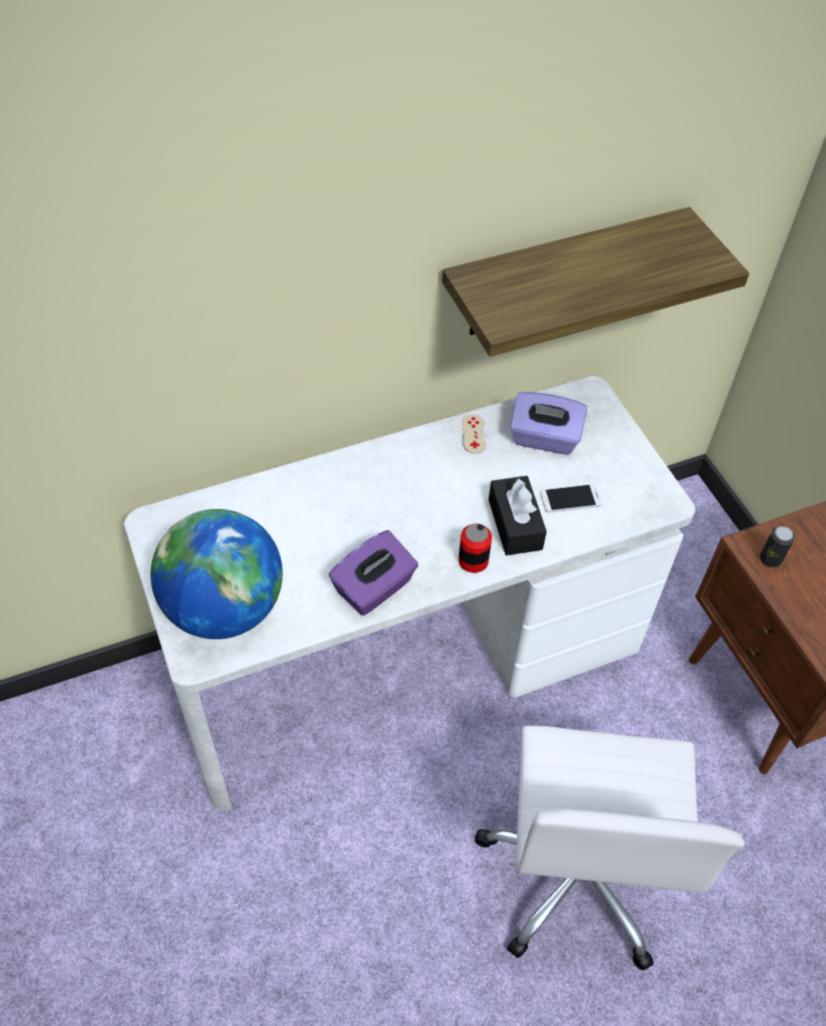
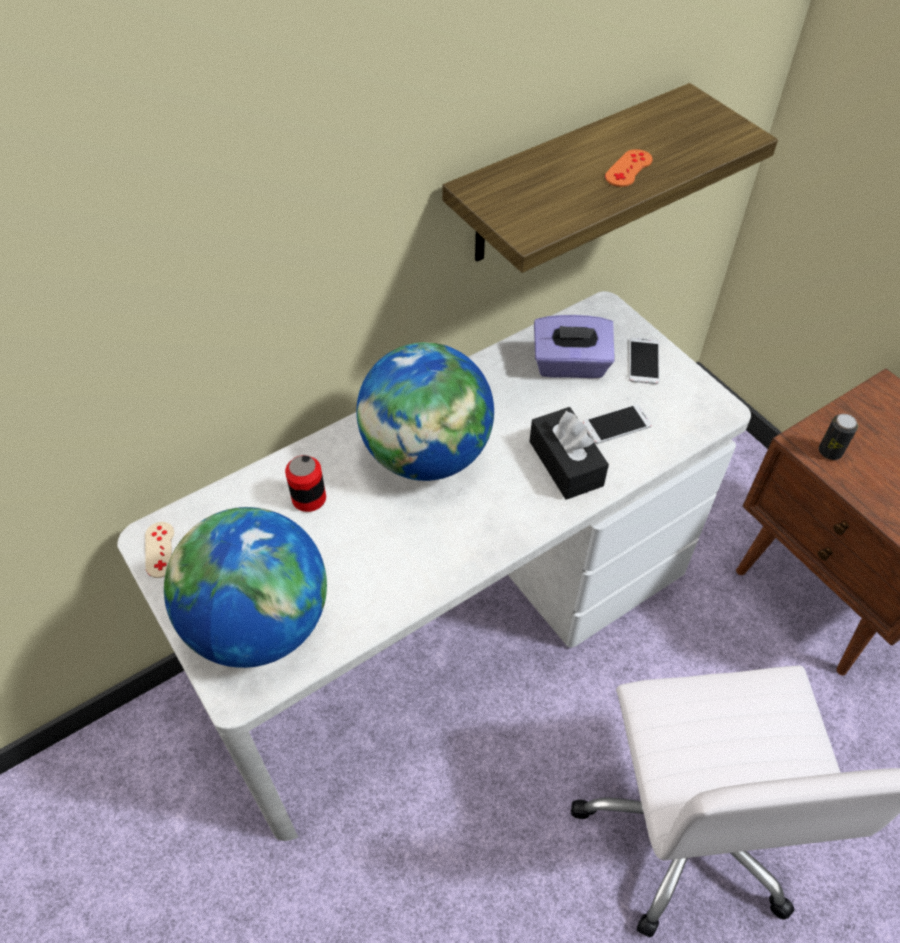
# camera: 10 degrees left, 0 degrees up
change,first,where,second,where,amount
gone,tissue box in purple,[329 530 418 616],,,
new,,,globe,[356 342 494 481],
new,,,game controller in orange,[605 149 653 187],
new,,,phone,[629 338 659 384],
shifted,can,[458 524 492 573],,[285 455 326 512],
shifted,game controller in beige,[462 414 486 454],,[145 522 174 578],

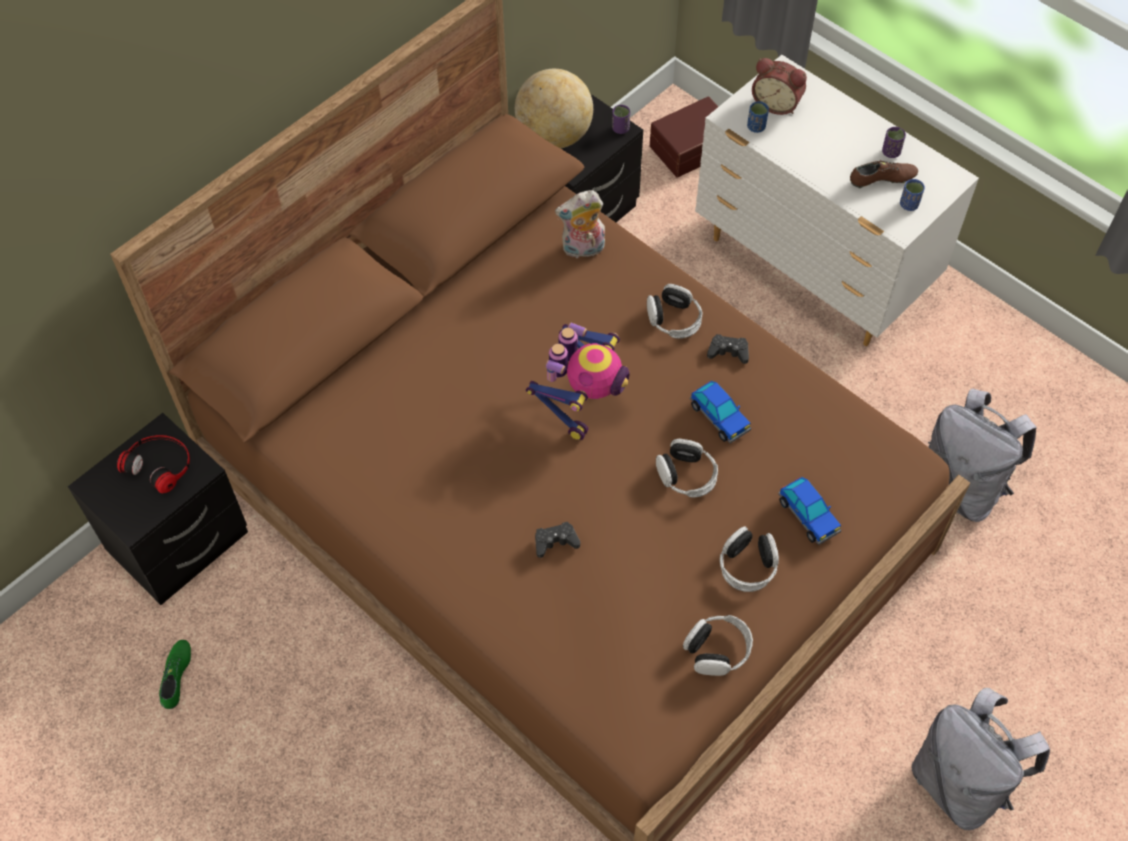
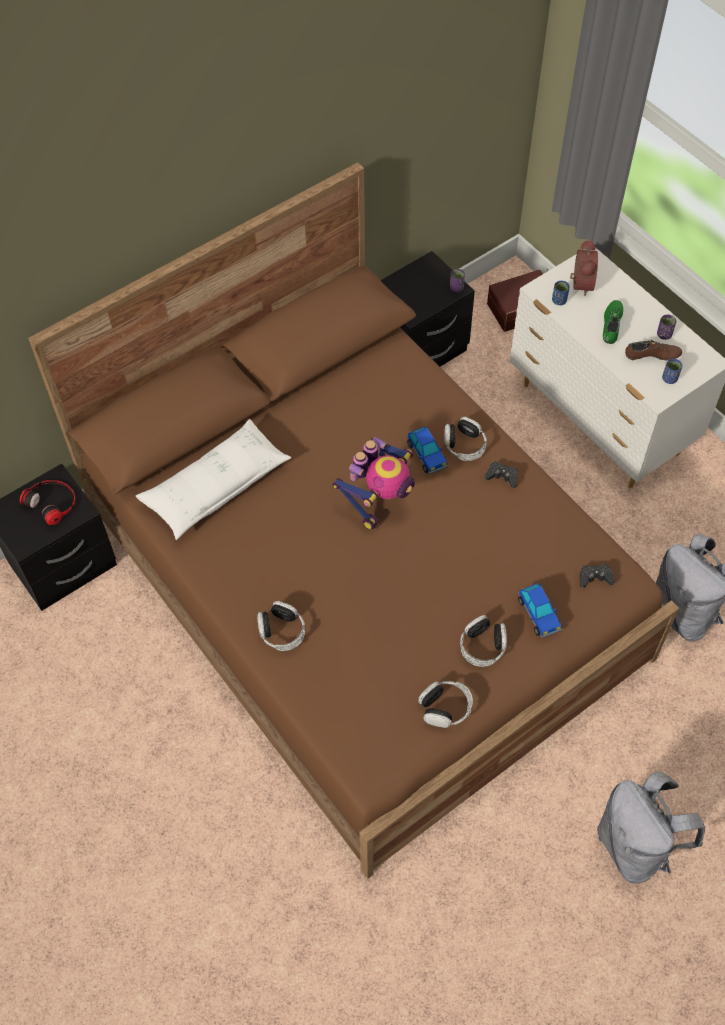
# camera: 10 degrees right, 0 degrees up
change,first,where,second,where,amount
gone,globe,[515 69 593 149],,,
gone,plush toy,[555 190 605 258],,,
new,,,pillow in white,[135 419 291 540],
shifted,shoe in green,[159 640 191 709],,[603 300 623 344],
shifted,game controller in black,[535 522 580 558],,[580 564 615 588],
shifted,headphones,[656 439 718 498],,[257 601 305 651],
shifted,toy car,[690 381 751 443],,[407 427 448 474],
rotated,alarm clock,[752 58 807 115],,[570 239 598 296],120 degrees counterclockwise

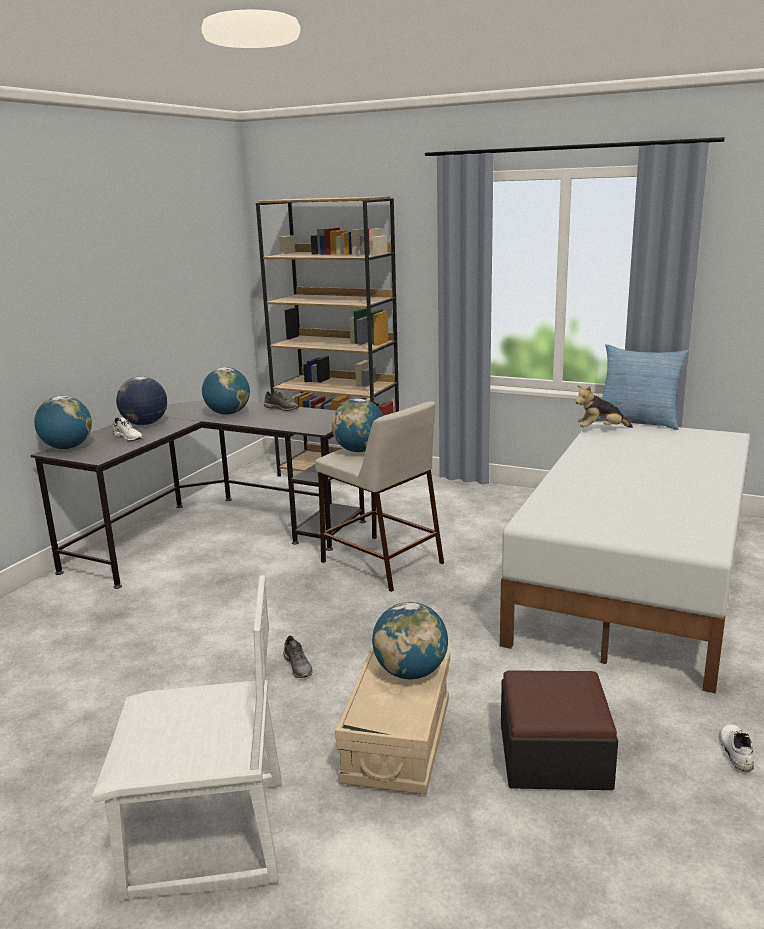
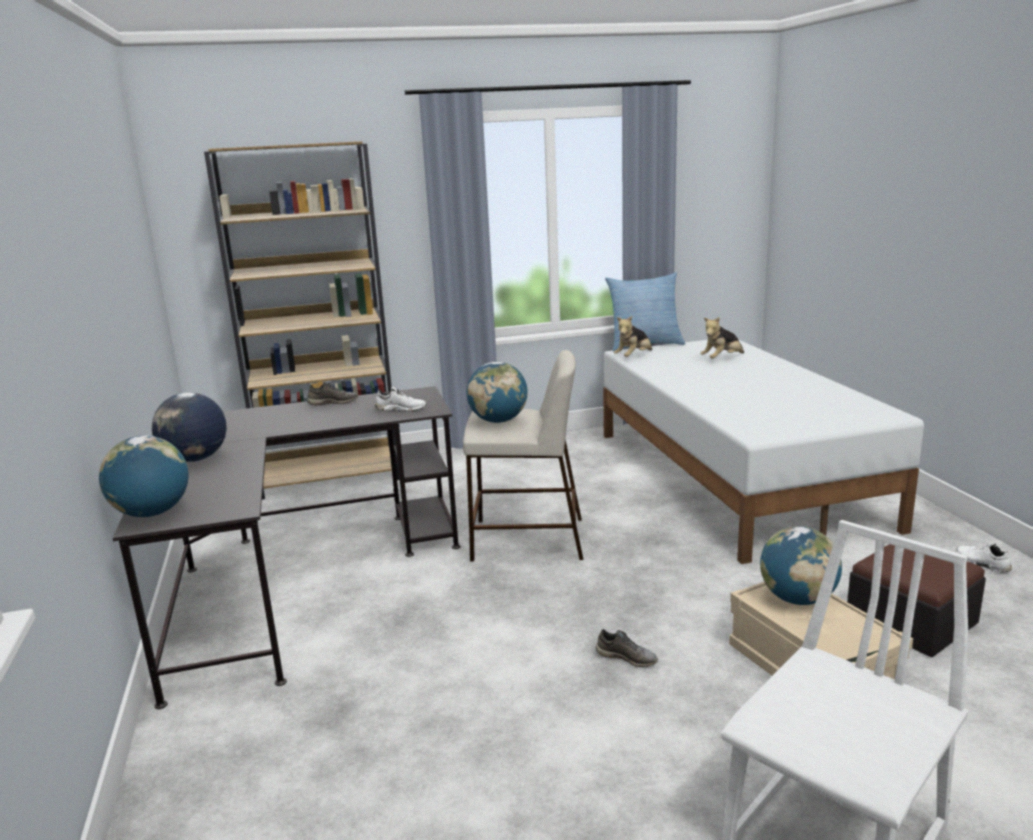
# camera: 40 degrees left, 0 degrees up
change,first,where,second,where,amount
gone,globe,[202 367 250 415],,,
new,,,plush toy,[700 317 744 359],
shifted,shoe in white,[112 417 143 441],,[375 387 427 411],

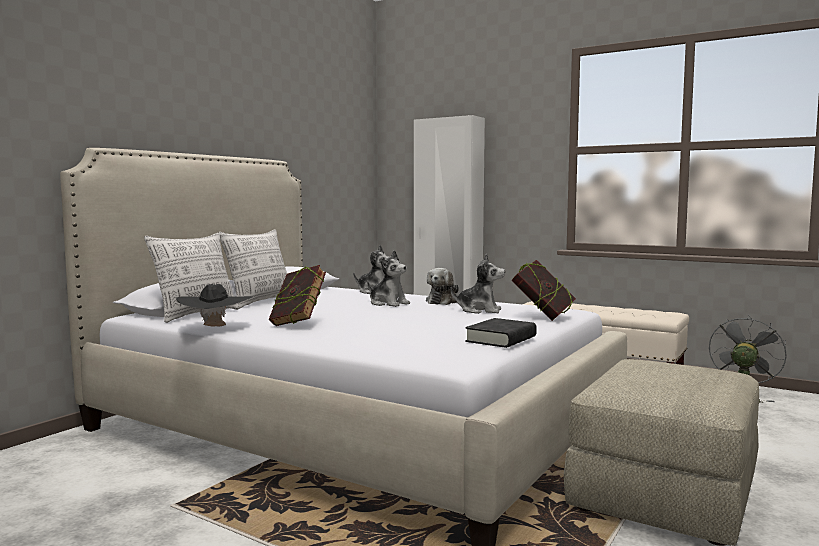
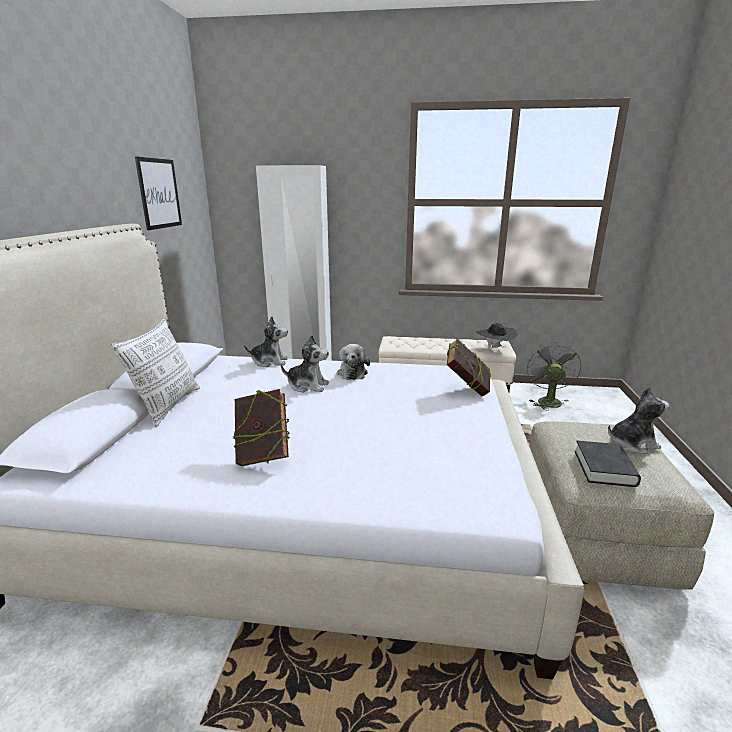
# camera: 25 degrees left, 15 degrees up
change,first,where,second,where,amount
gone,pillow,[144 233 239 323],,,
new,,,picture,[135 157 182 230],
shifted,hat in black,[176 284 252 327],,[476 323 518 348],
shifted,plush toy,[450 254 505 314],,[608 386 670 454],
shifted,book in black,[465 318 537 348],,[575 441 641 487],

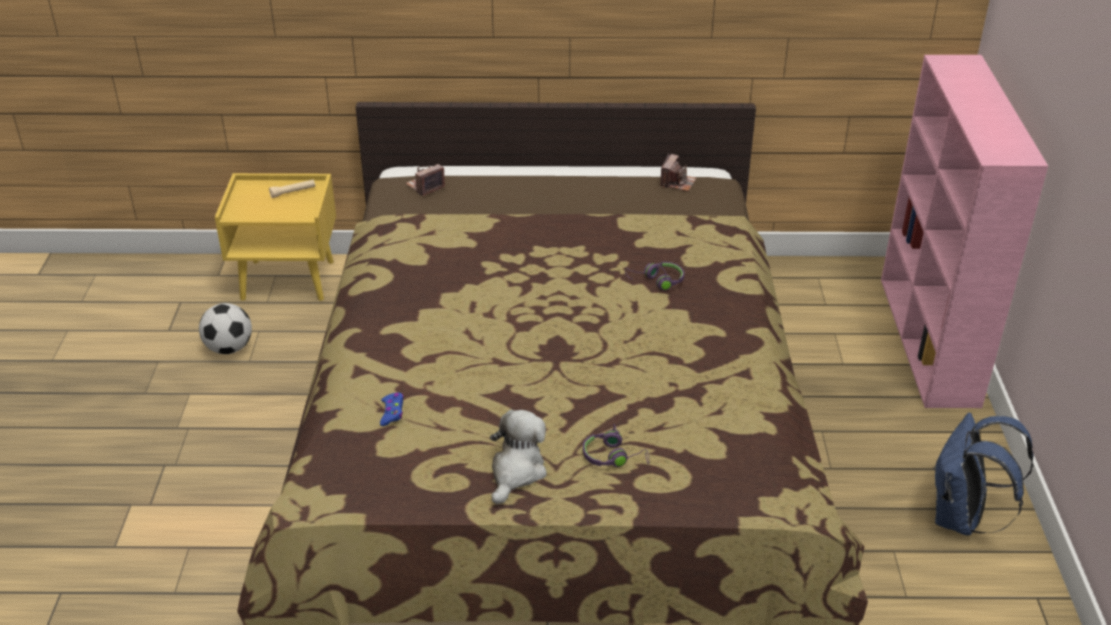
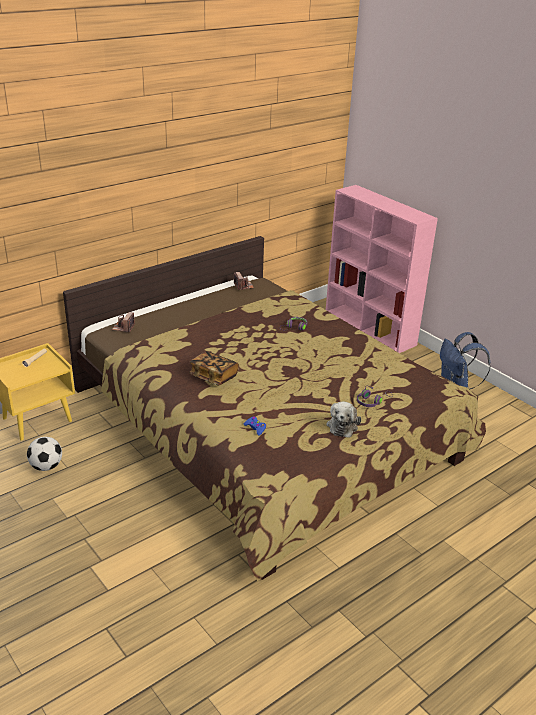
# camera: 40 degrees left, 5 degrees down
change,first,where,second,where,amount
new,,,book,[189 351 239 386],
rotated,plush toy,[490 410 547 504],,[326 402 361 438],150 degrees counterclockwise

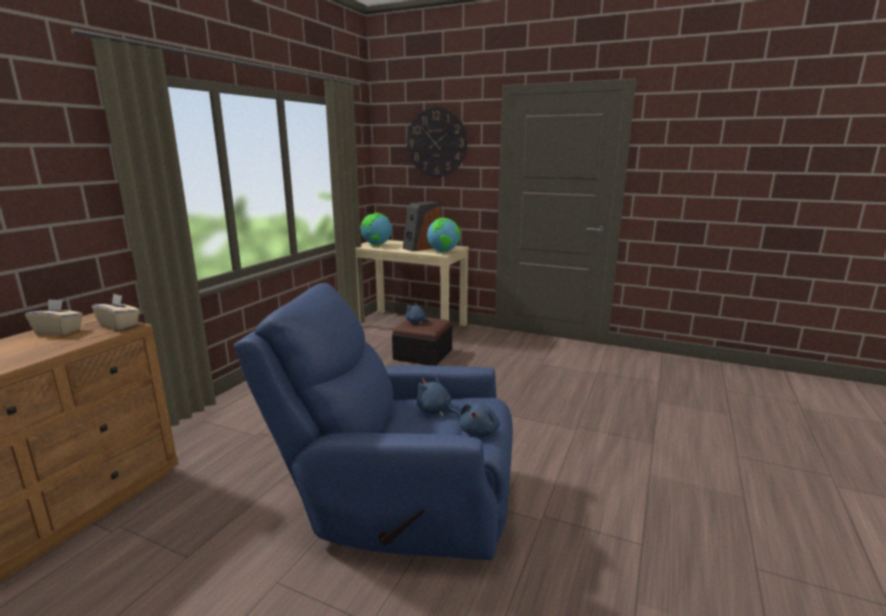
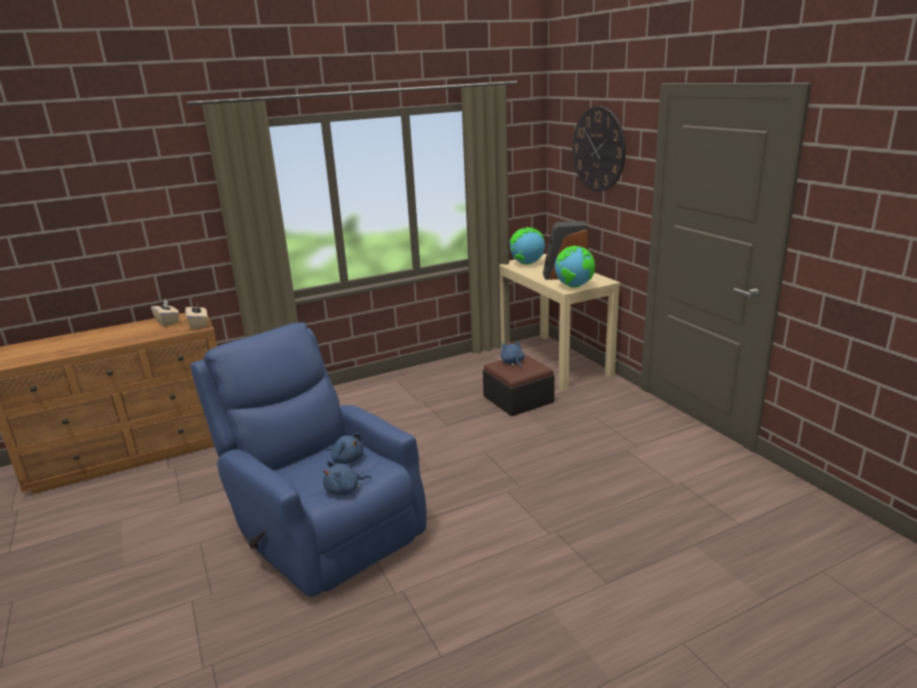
# camera: 40 degrees right, 5 degrees up
change,first,where,second,where,amount
rotated,plush toy in blue,[417 375 459 417],,[327 433 364 464],135 degrees clockwise

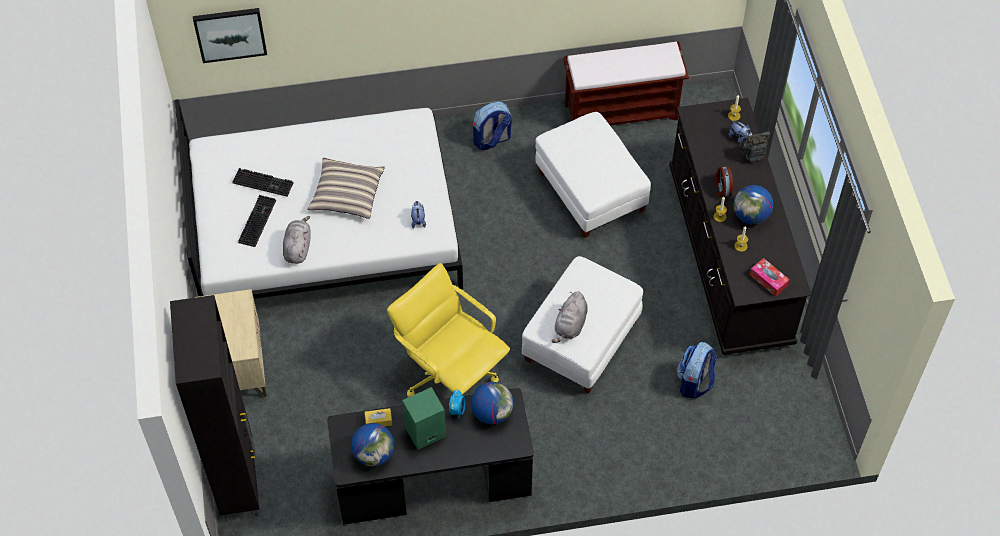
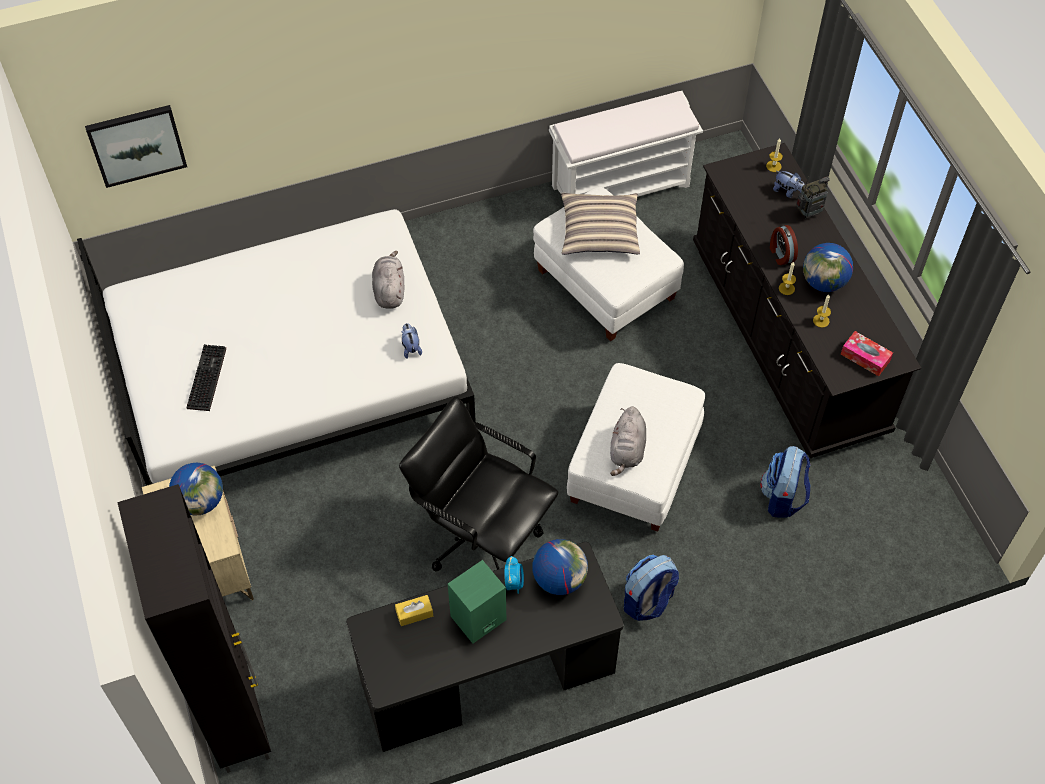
# camera: 10 degrees left, 0 degrees up
change,first,where,second,where,amount
gone,keyboard,[232 168 293 197],,,
shifted,plush toy in grey,[283 216 311 264],,[372 251 404 309],
shifted,pillow,[307 158 385 219],,[561 193 640 255],
shifted,globe,[351 423 394 466],,[169 463 223 516],
shifted,backpack,[473 102 512 150],,[624 554 679 621],
repainted,office chair in yellow,[387 263 510 397],office chair in black,[399 396 559 572],
repainted,bench in brown,[563 41 689 126],bench in white,[549 91 703 197],

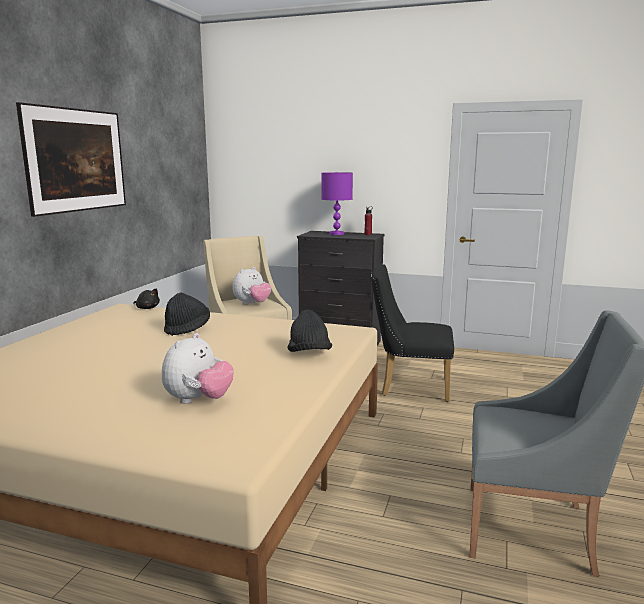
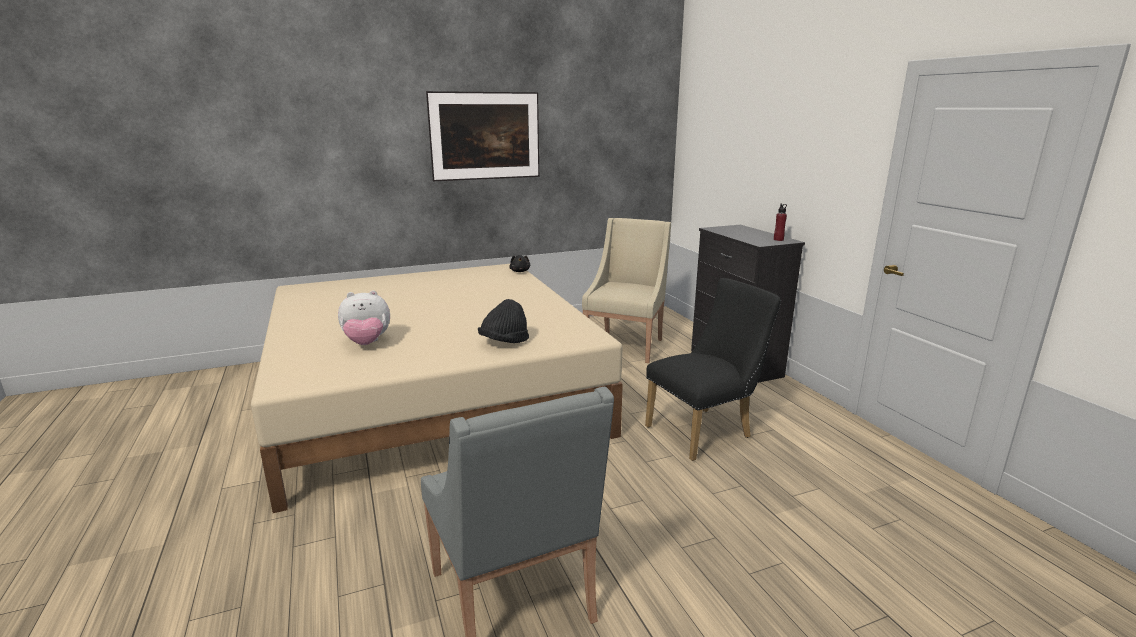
# camera: 50 degrees right, 5 degrees up
change,first,where,second,where,amount
gone,hat in black,[164 293 210 336],,,
gone,plush toy,[233 267 271 305],,,
gone,table lamp in purple,[321 172 353 235],,,
rotated,chair in black,[371 264 454 402],,[645 278 781 461],90 degrees clockwise

